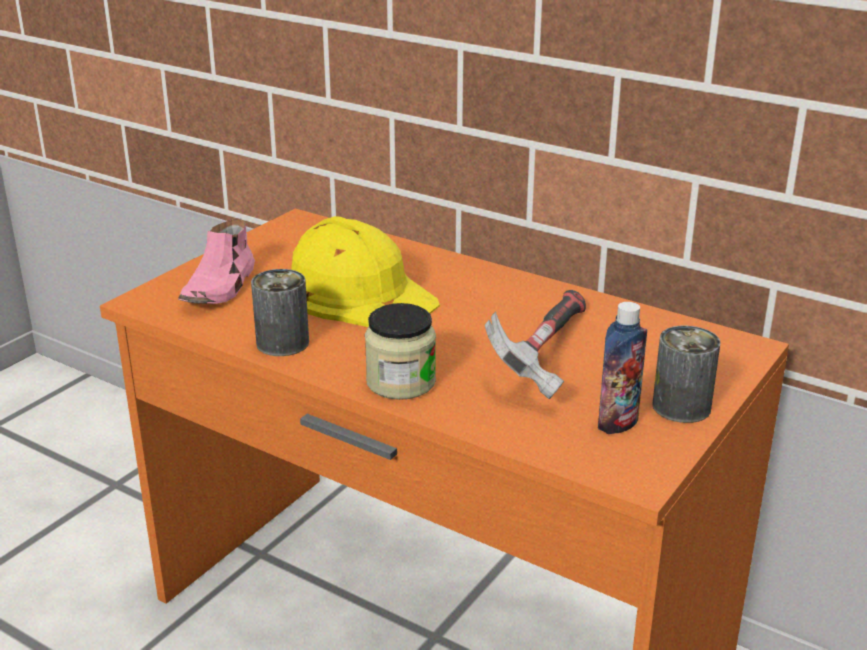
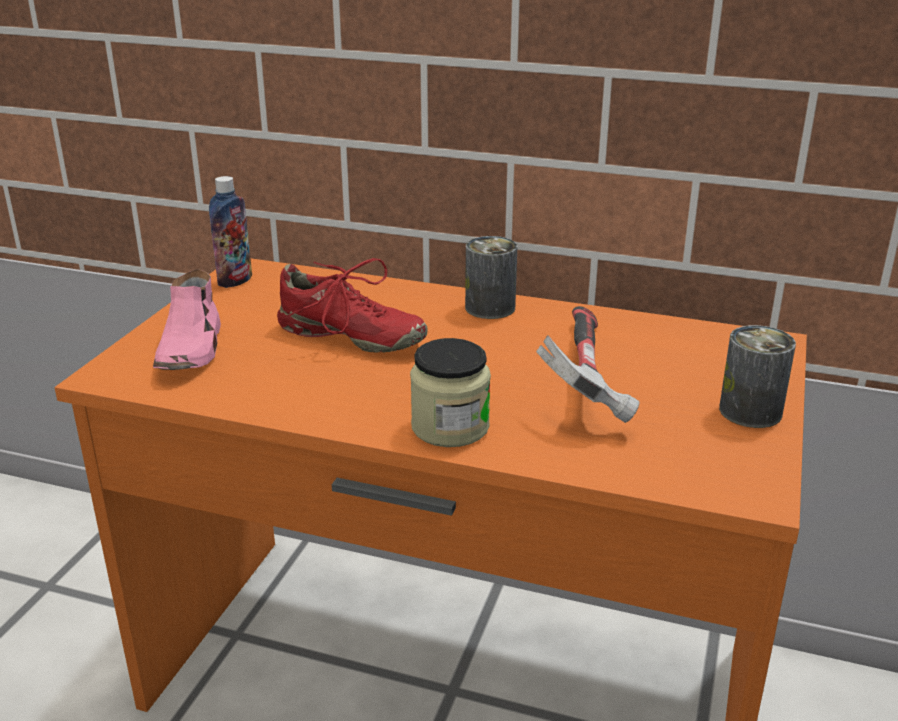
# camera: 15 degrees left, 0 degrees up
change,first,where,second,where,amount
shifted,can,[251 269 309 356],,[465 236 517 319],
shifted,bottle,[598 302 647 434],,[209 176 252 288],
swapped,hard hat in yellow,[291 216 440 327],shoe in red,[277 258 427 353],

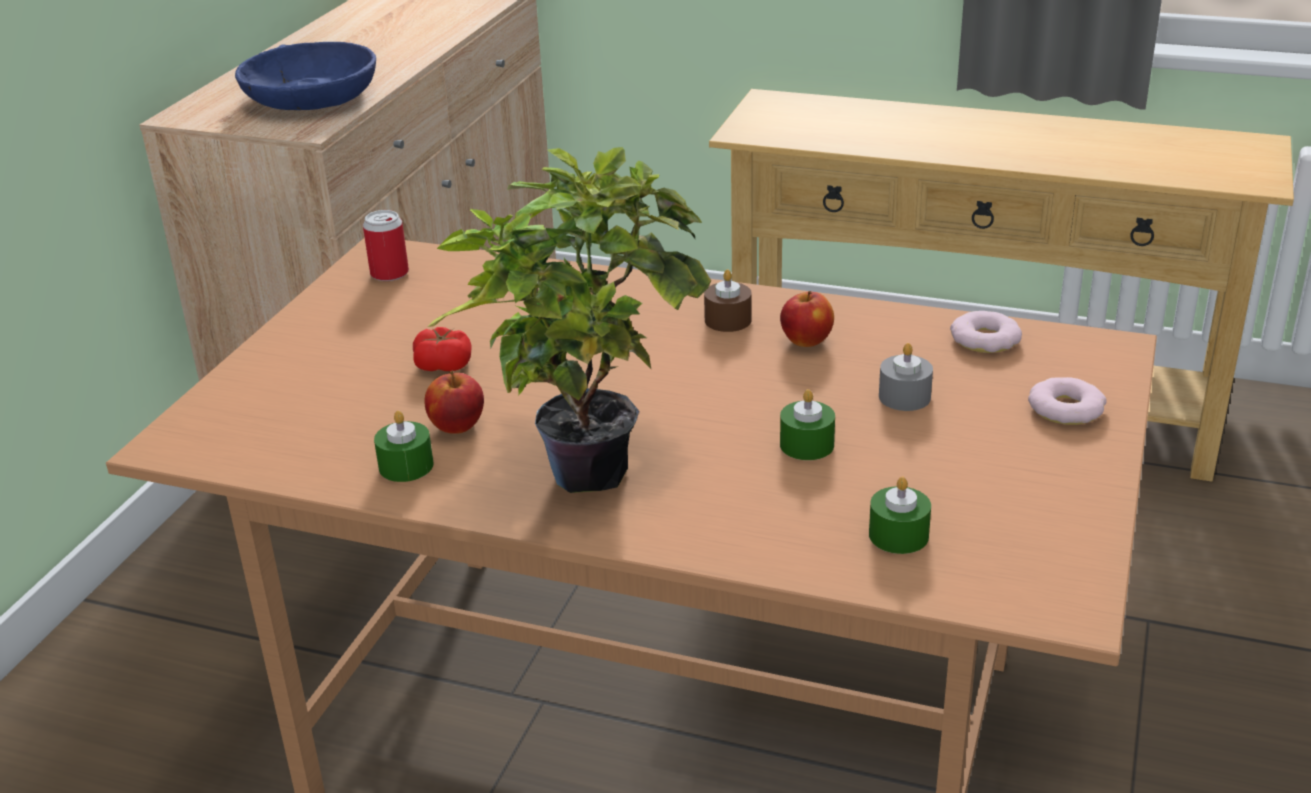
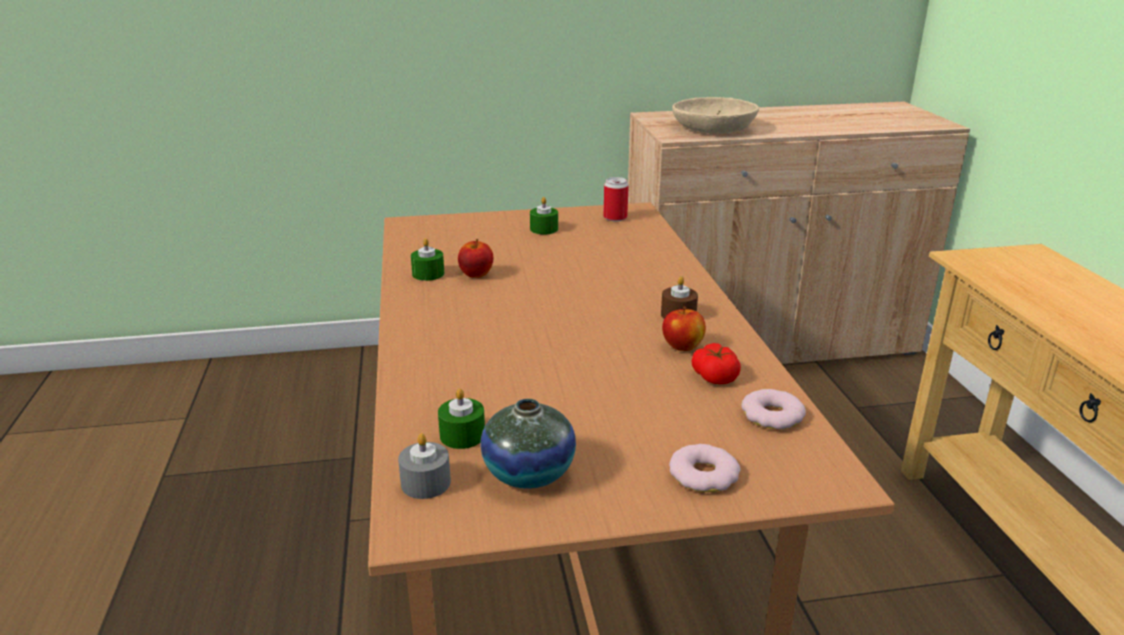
# camera: 60 degrees right, 5 degrees down
change,first,where,second,where,amount
gone,potted plant,[427 147 711 493],,,
new,,,vase,[480 399 576 489],
shifted,tomato,[413 327 472 371],,[691 343 741 384],
shifted,candle in green,[780 389 835 460],,[530 197 558 235],
shifted,candle in grey,[879 343 933 411],,[398 433 451 499],
repainted,bowl in blue,[235 42 376 110],bowl in beige,[672 97 759 134],

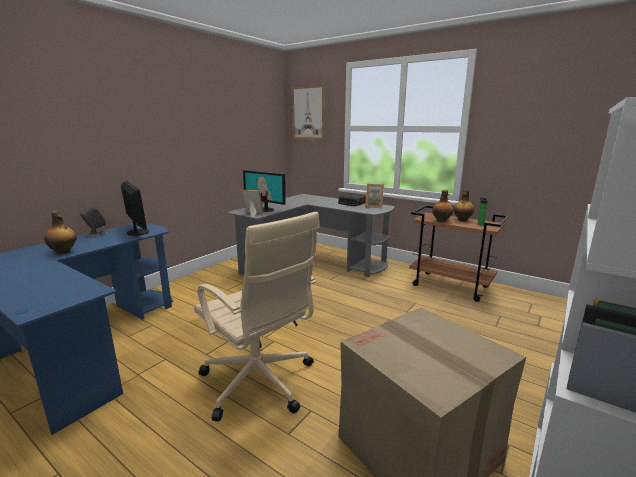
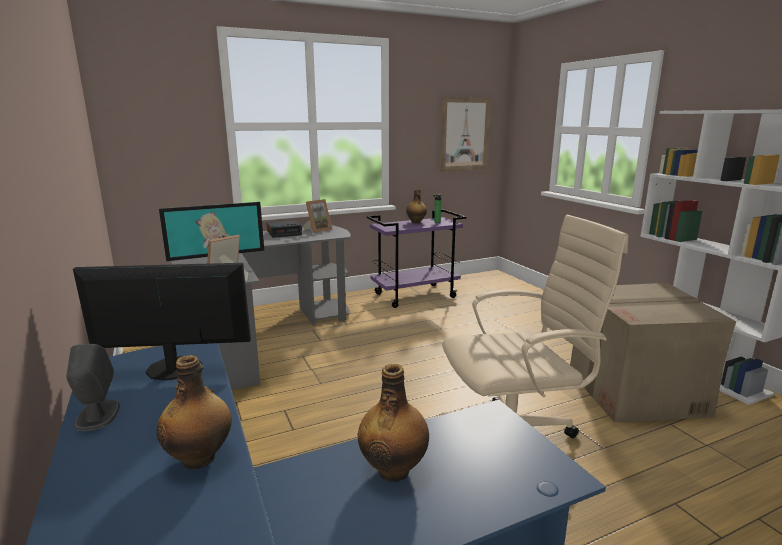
# camera: 60 degrees left, 0 degrees up
change,first,where,second,where,amount
shifted,picture,[291 83 326 142],,[440 97 491 172],
shifted,bottle,[432 190 453 222],,[358 364 429 482],
repainted,cart in brown,[409 205 508 302],cart in purple,[367 210 467 308],

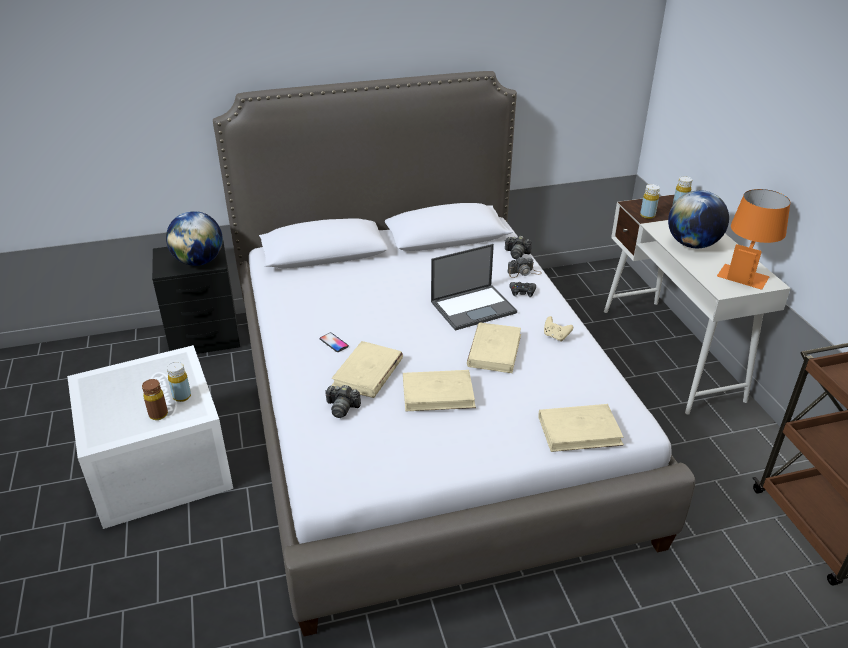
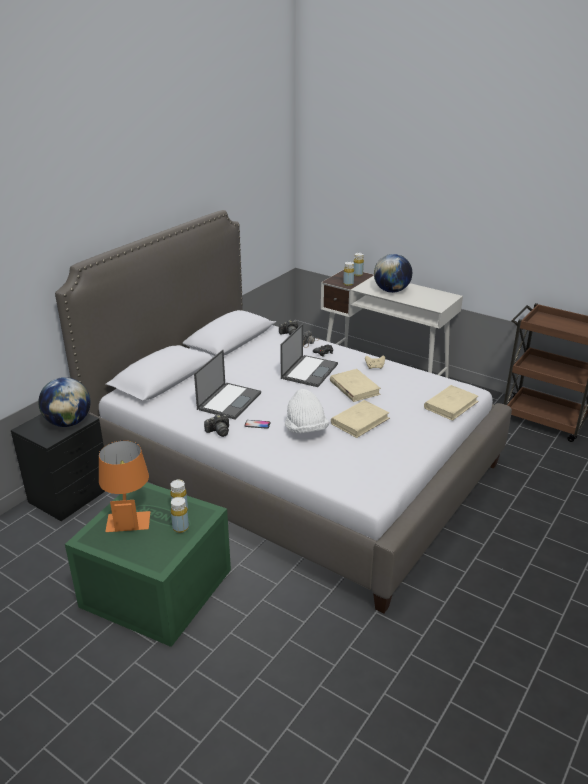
# camera: 40 degrees left, 5 degrees down
change,first,where,second,where,amount
new,,,laptop,[194 350 261 419],
shifted,photo camera,[325 385 361 418],,[204 414 229 437],
shifted,table lamp in orange,[717 189 790 290],,[99 441 150 532],
swapped,book in beige,[331 341 403 398],hat in white,[285 389 329 433],
repainted,storage box in white,[67 345 233 529],storage box in green,[65 483 231 647],
repainted,bottle in brown,[142 379 168 420],bottle in yellow,[171 497 189 533],

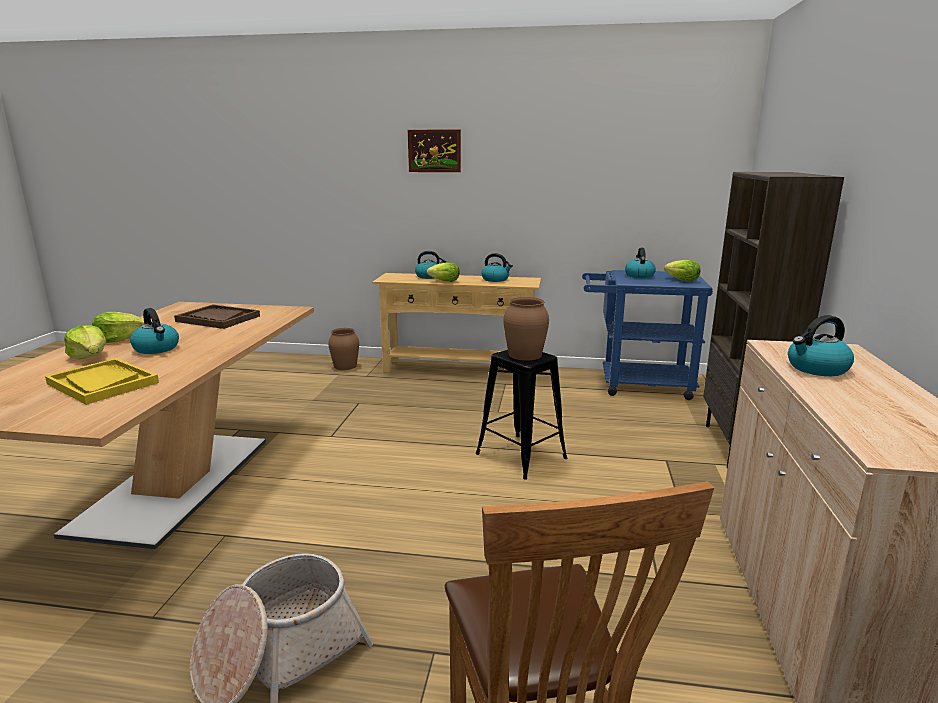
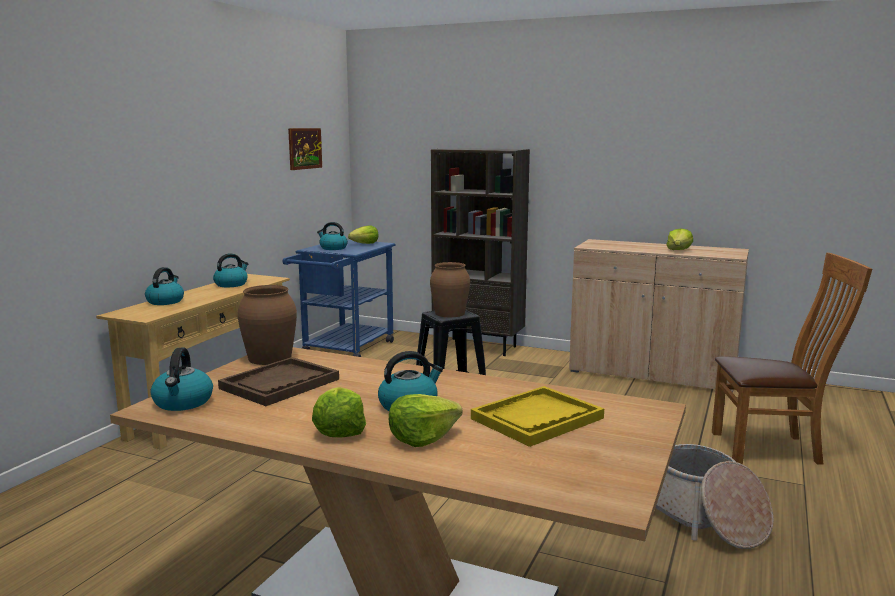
# camera: 75 degrees left, 5 degrees down
change,first,where,second,where,amount
shifted,vase in brown,[328 328 359 370],,[237 285 297 365],
shifted,picture,[408 129 461 172],,[288 128 322 170],
shifted,lettuce,[427 262 459 282],,[666 228 693 250],
shifted,kettle,[788 315 854 376],,[150 348 213 411],

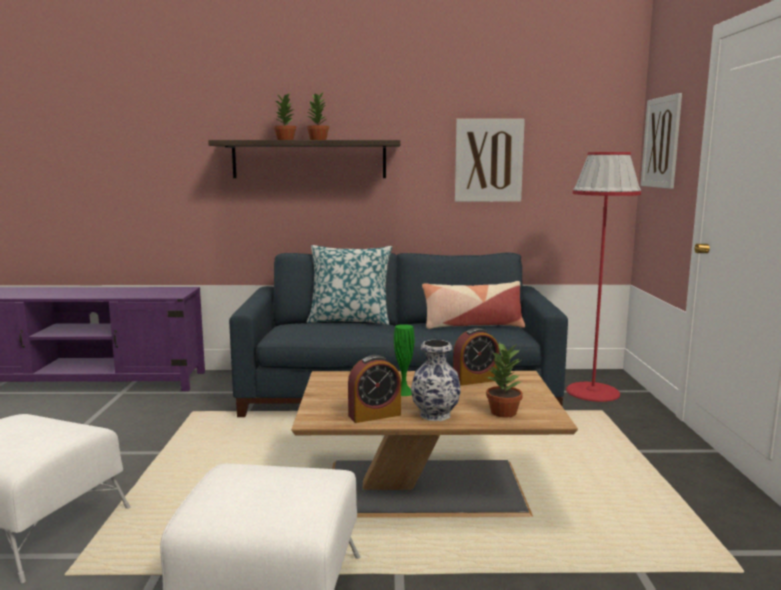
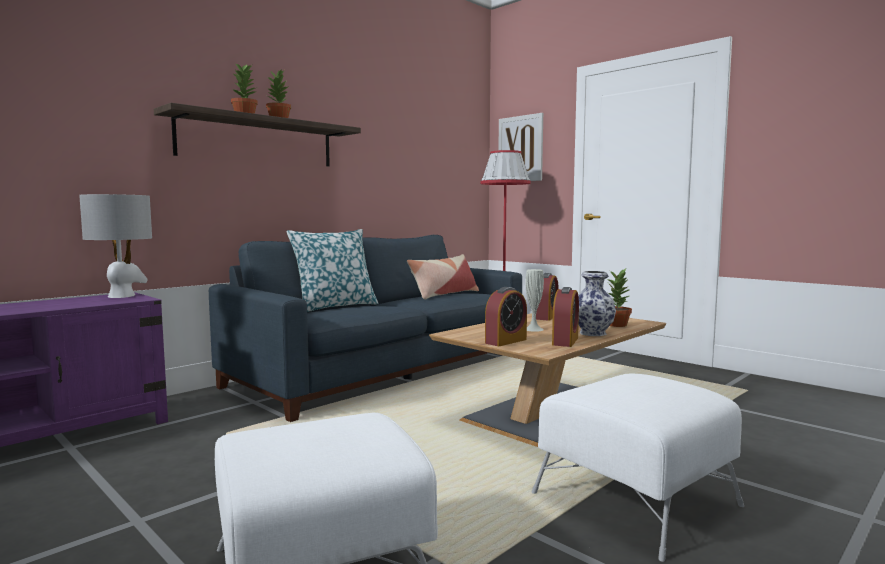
# camera: 45 degrees left, 5 degrees down
change,first,where,second,where,amount
gone,picture,[455 119 525 202],,,
new,,,table lamp in grey,[79 194 152 298],
new,,,alarm clock,[485 287 527 346],
repainted,vase in green,[394 324 415 396],vase in white,[525 269 544 332],

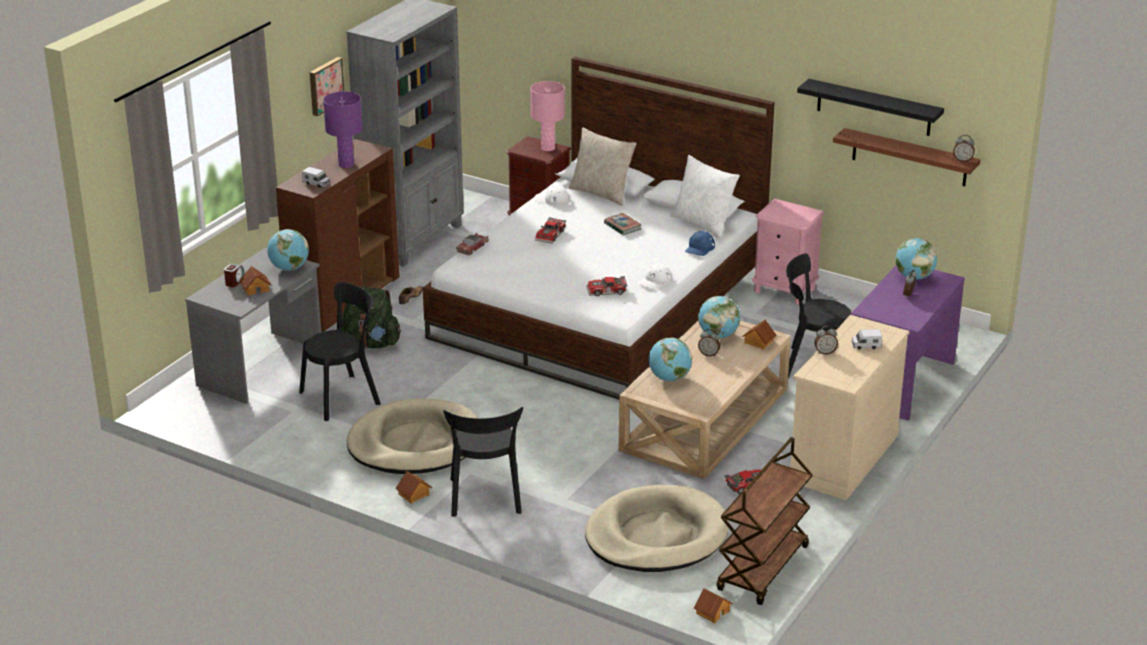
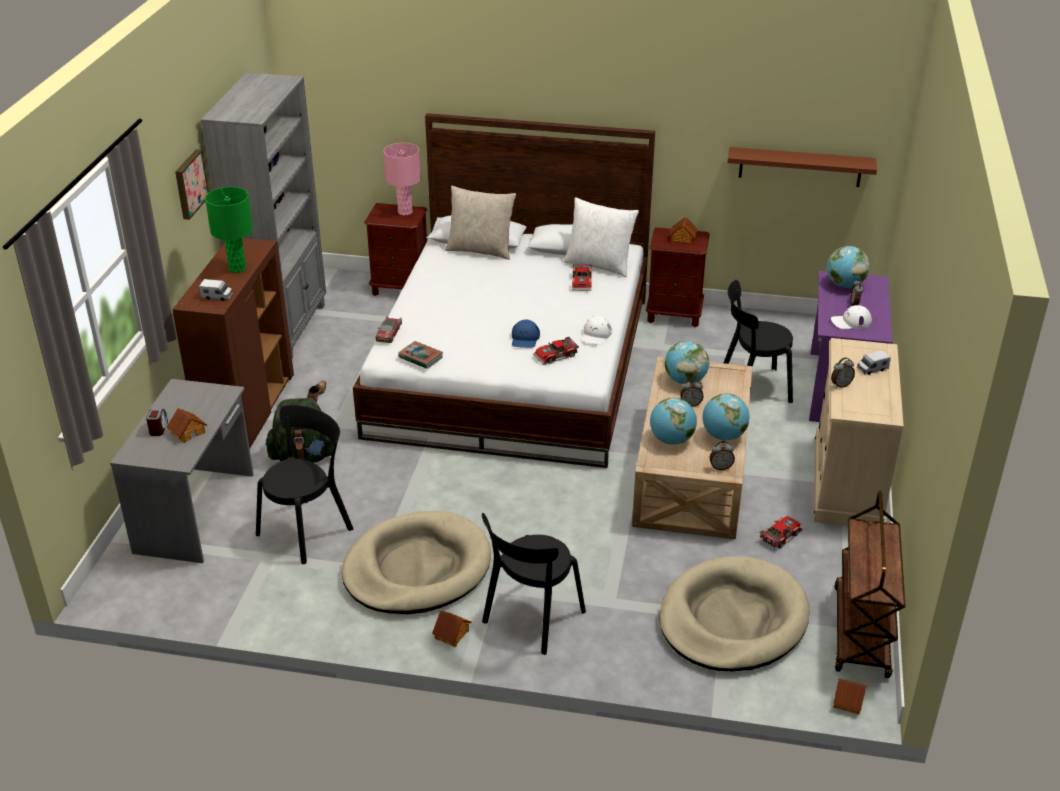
# camera: 20 degrees left, 5 degrees up
change,first,where,second,where,amount
gone,shelf in black,[797 79 944 136],,,
shifted,globe,[267 229 309 271],,[702 394 749 440],
shifted,cap in white,[535 186 570 206],,[831 305 872 329],
shifted,toy car,[535 217 566 243],,[572 264 592 291],
shifted,book,[604 213 642 235],,[398 341 443 369],
shifted,cap in blue,[685 231 715 256],,[512 320 540 348],
shifted,toy house,[742 319 777 349],,[670 217 698 244],
shifted,alarm clock,[953 135 975 162],,[710 441 735 470],
repainted,table lamp in purple,[323 91 363 168],table lamp in green,[205 187 253 273],
repainted,nightstand in pink,[752 199 824 305],nightstand in brown,[646 227 710 327],
rotated,chair in black,[443 407 523 517],,[482 513 586 655],60 degrees clockwise

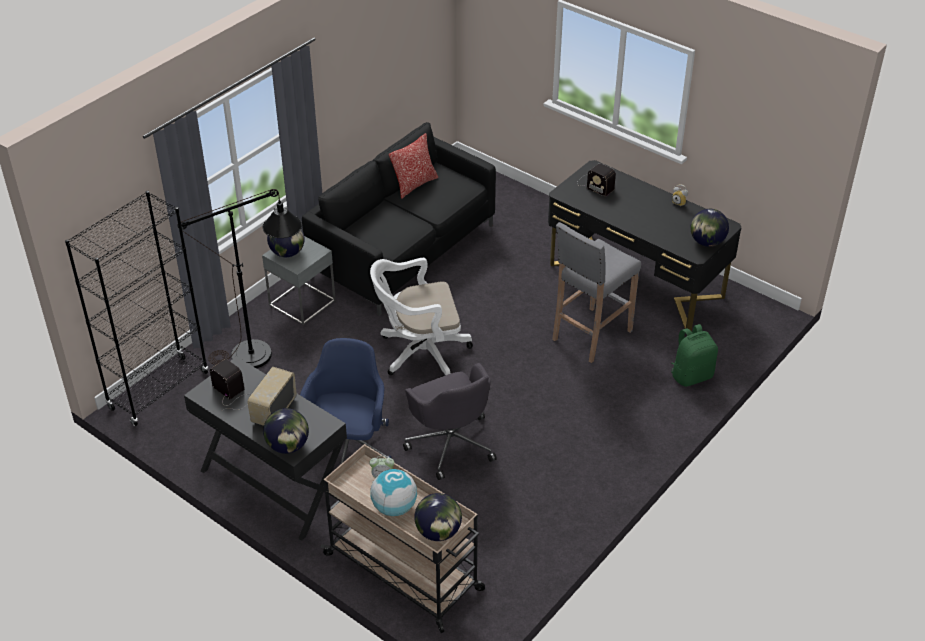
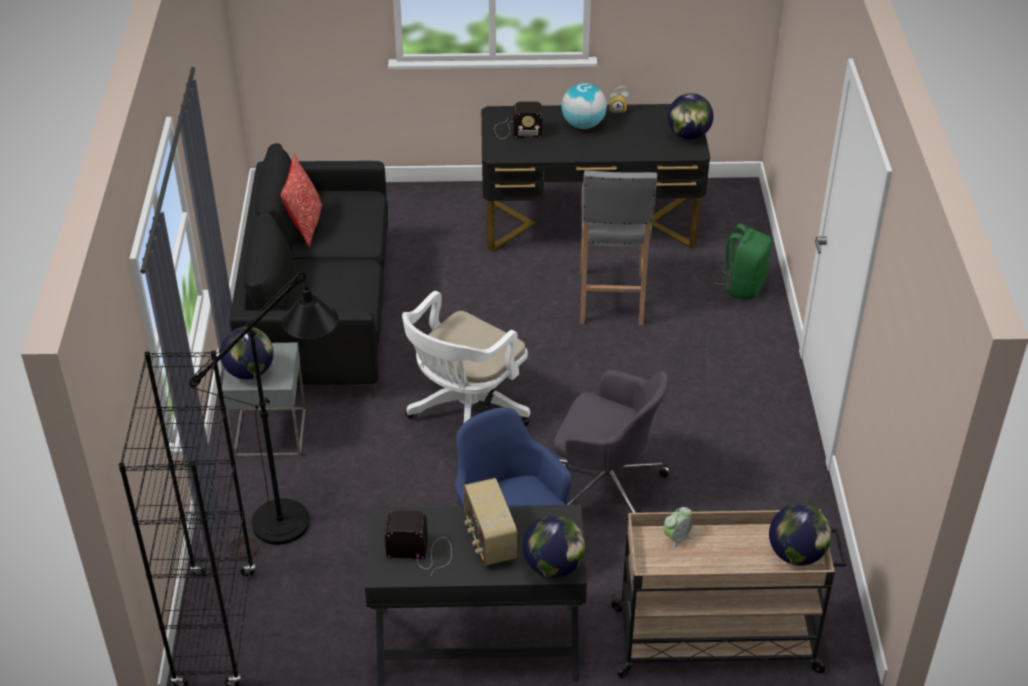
# camera: 40 degrees left, 0 degrees up
change,first,where,second,where,amount
shifted,globe,[370 469 417 516],,[561 83 607 129],

